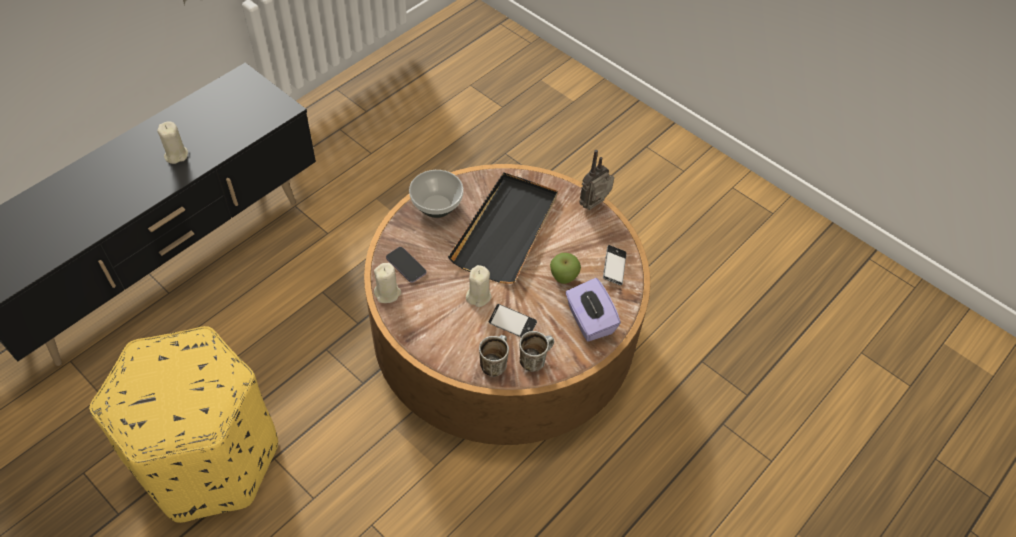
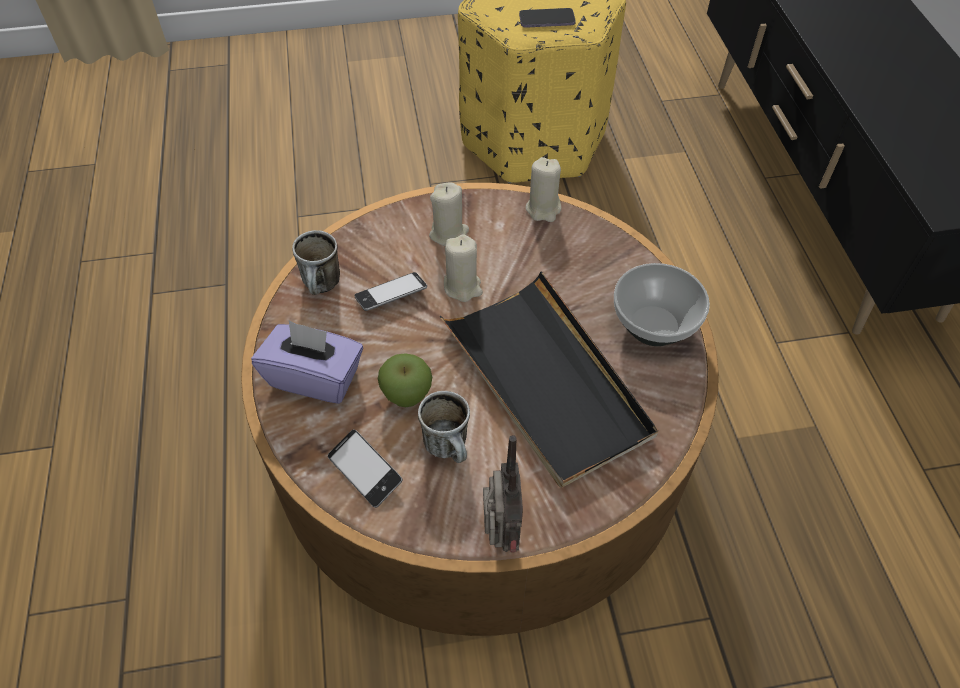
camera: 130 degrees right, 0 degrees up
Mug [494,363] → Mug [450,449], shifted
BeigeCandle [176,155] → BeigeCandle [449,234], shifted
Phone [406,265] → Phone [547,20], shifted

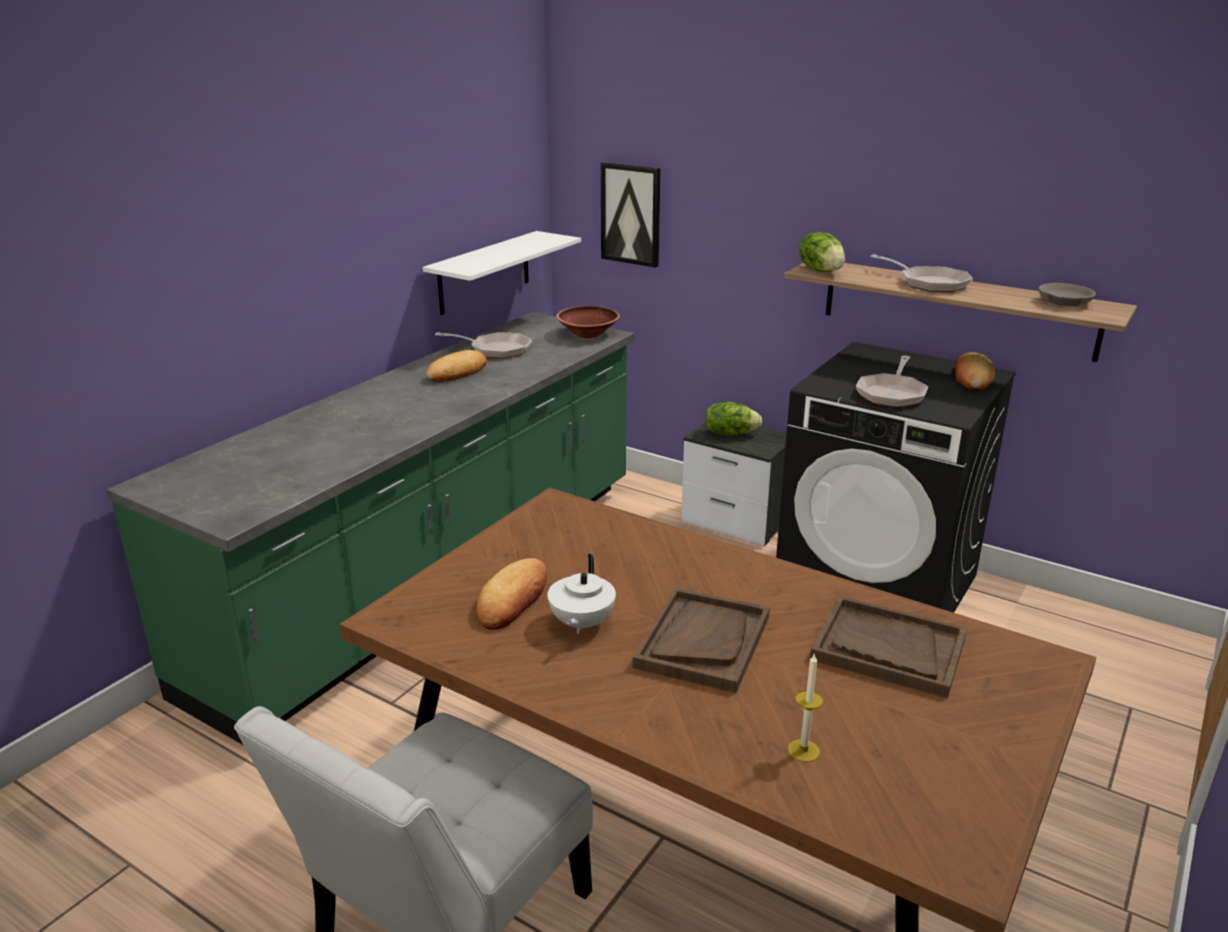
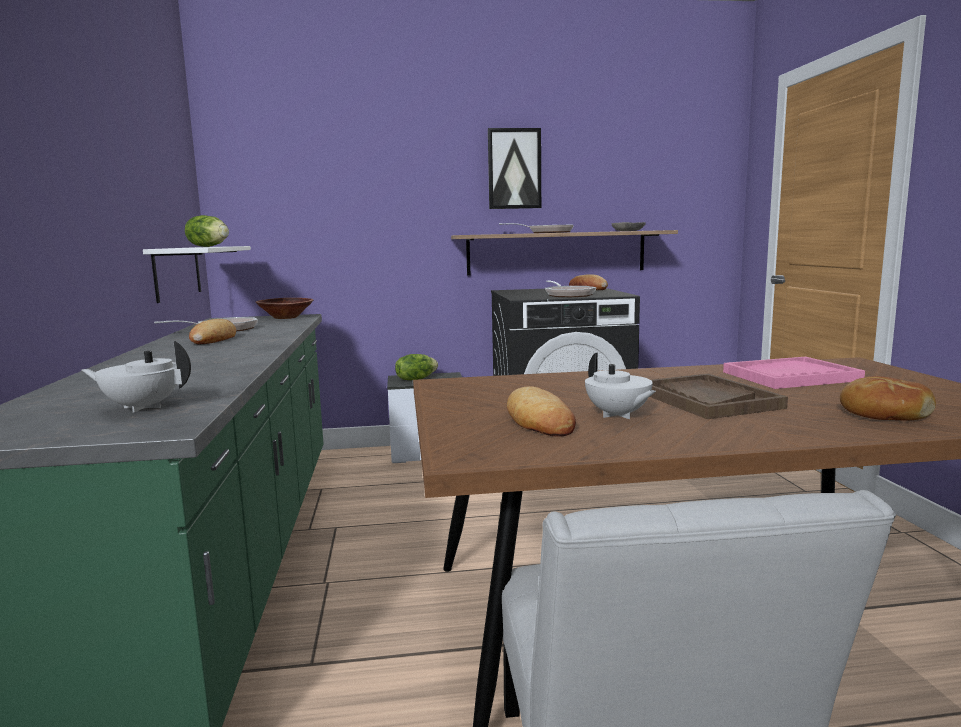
camera: 40 degrees left, 15 degrees down
- → WhiteTeapot [142,407]
Lettuce [821,270] → Lettuce [209,246], shifted
Picture [631,214] → Picture [514,169], shifted
BrownTray [888,649] → PinkTray [790,376]
Candle [803,750] → Bread [884,413]

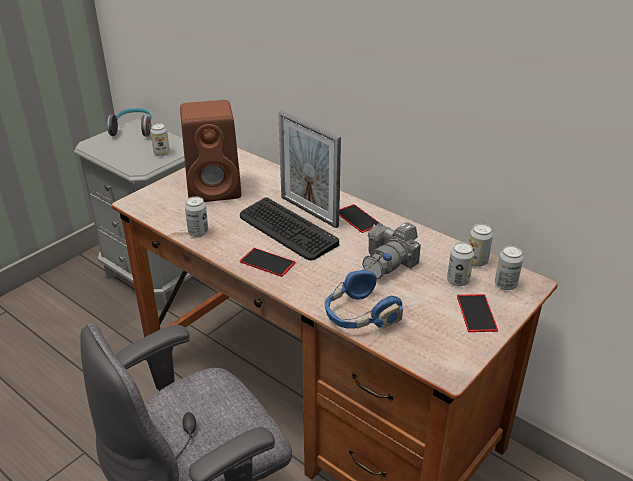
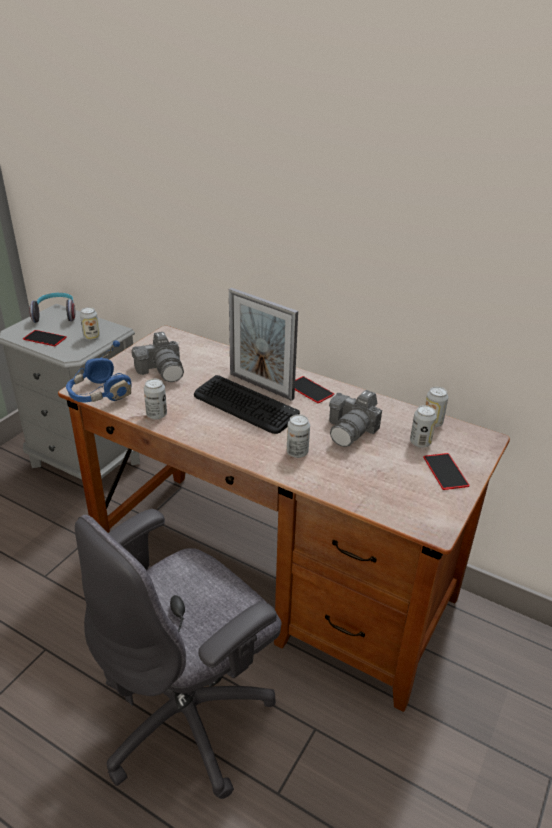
camera: 10 degrees left, 0 degrees up
Phone [267,262] → Phone [45,338], shifted
BlueHeadphones [360,315] → BlueHeadphones [99,394], shifted
BrownSpeaker [216,189] → PhotoCamera [162,370]
Can [505,285] → Can [297,452], shifted

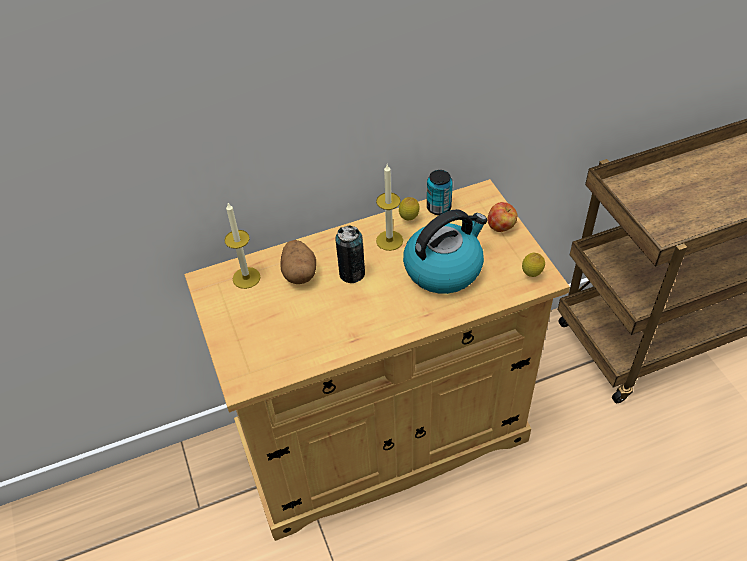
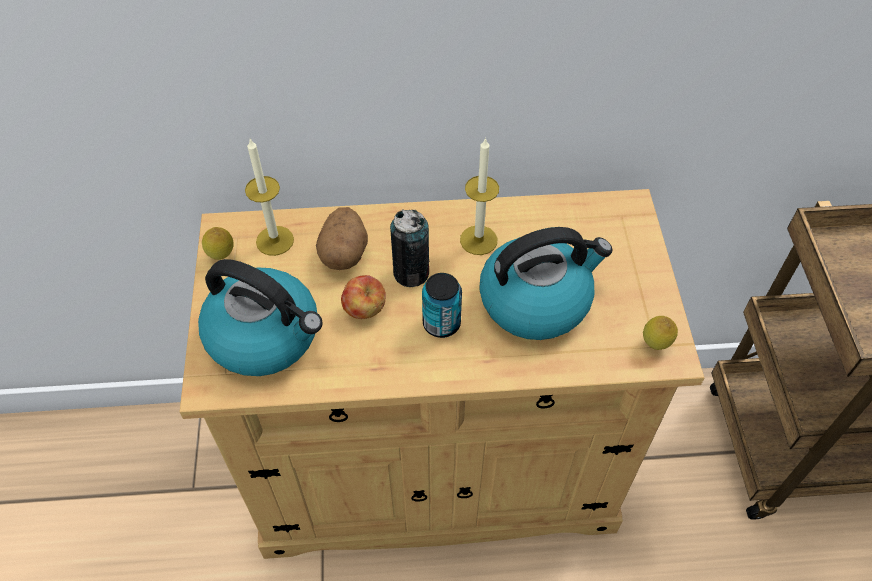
camera: 15 degrees right, 5 degrees up
- → Kettle [266,336]
Lemon [409,219] → Lemon [222,256], shifted
Apple [501,227] → Apple [364,310], shifted
Can [438,208] → Can [441,323], shifted

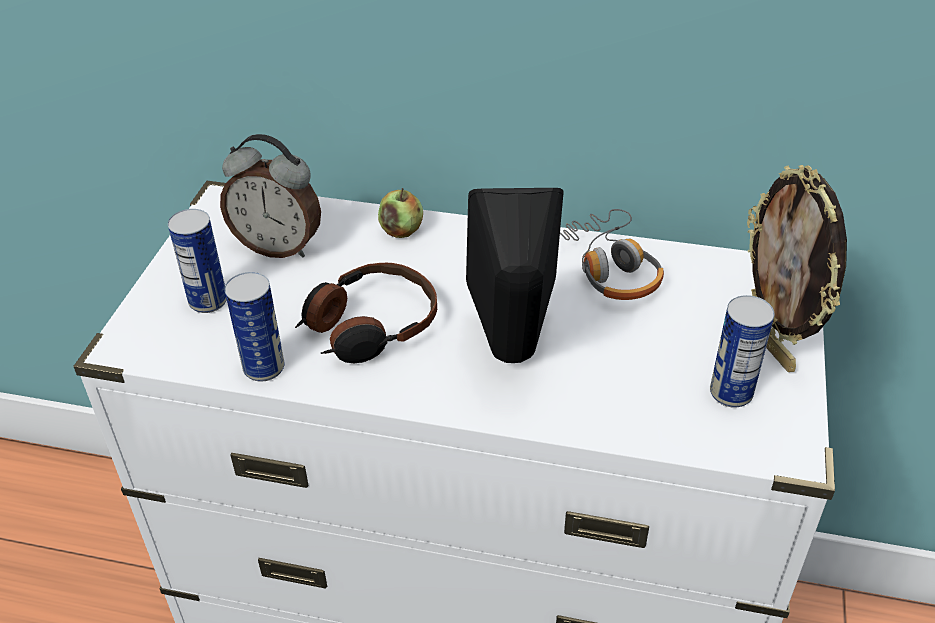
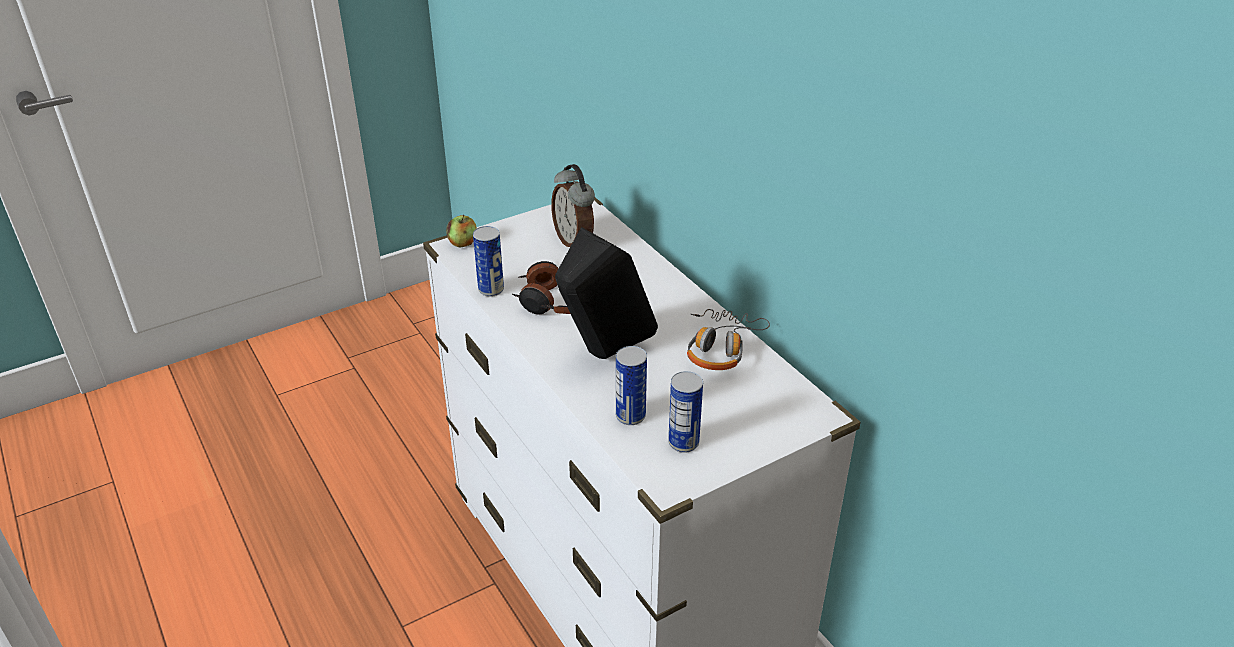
camera: 45 degrees right, 5 degrees down
Apple [401,230] → Apple [463,243], shifted
Can [208,301] → Can [630,416], shifted
PictureFrame [772,346] → -

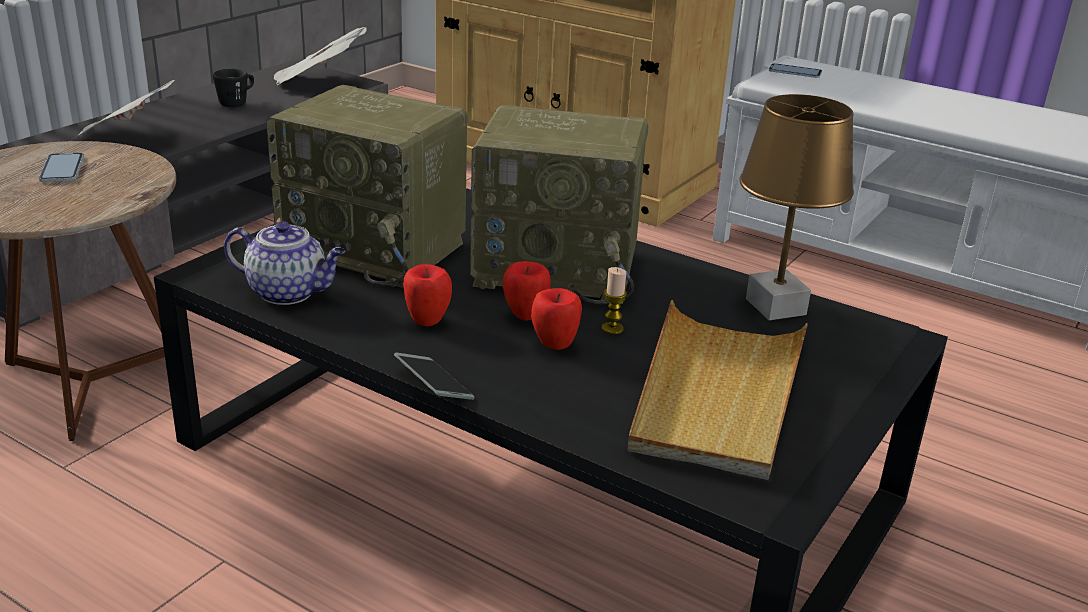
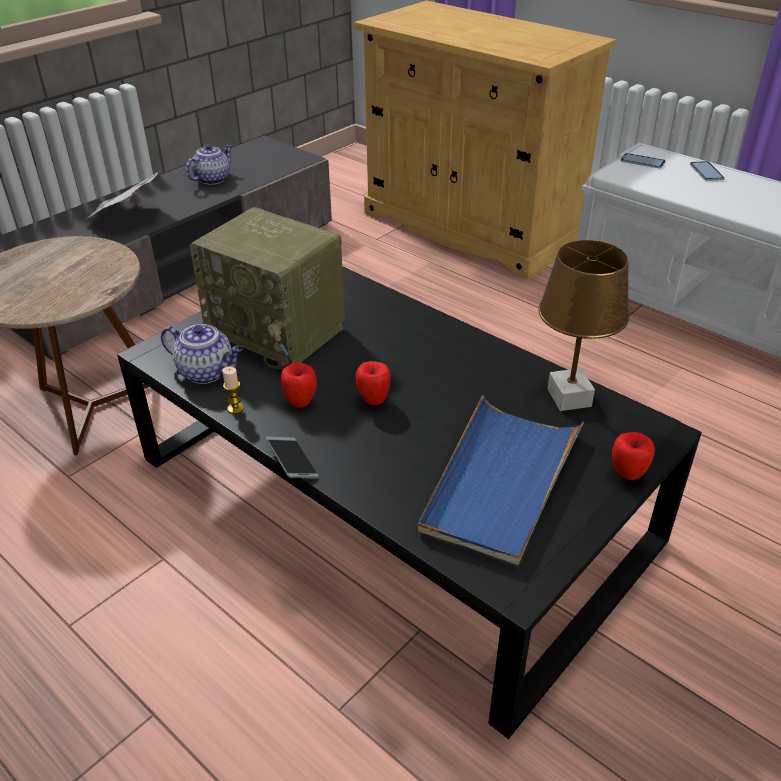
camera: 10 degrees right, 10 degrees up
BlackMug [237,103] → Teapot [213,179]
Candle [612,328] → Candle [235,408], shifted
BeigeTray [717,394] → BlueTray [500,481]
Apple [555,345] → Apple [627,474], shifted
Phone [62,169] → Phone [706,172], shifted
Newspaper [318,82] → -
Radio [560,268] → -

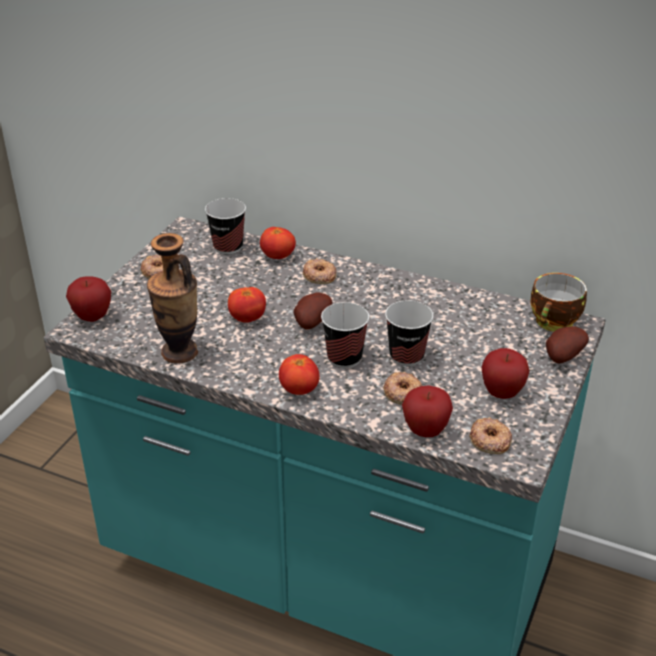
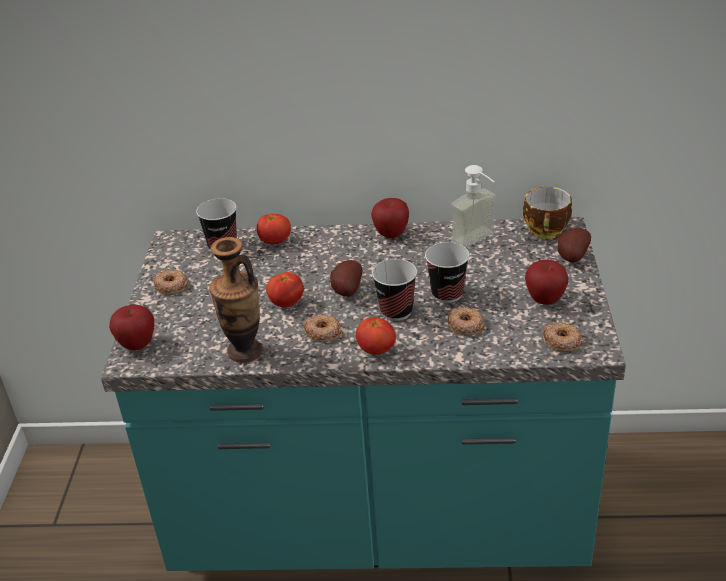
camera: 20 degrees left, 0 degrees up
Donut [319,275] → Donut [322,332], shifted
Apple [425,431] → Apple [391,234], shifted
- → SoapDispenser [479,242]

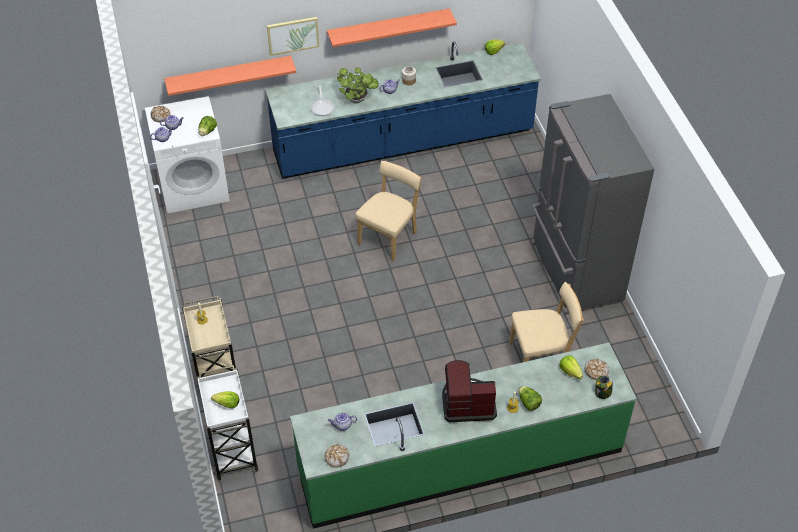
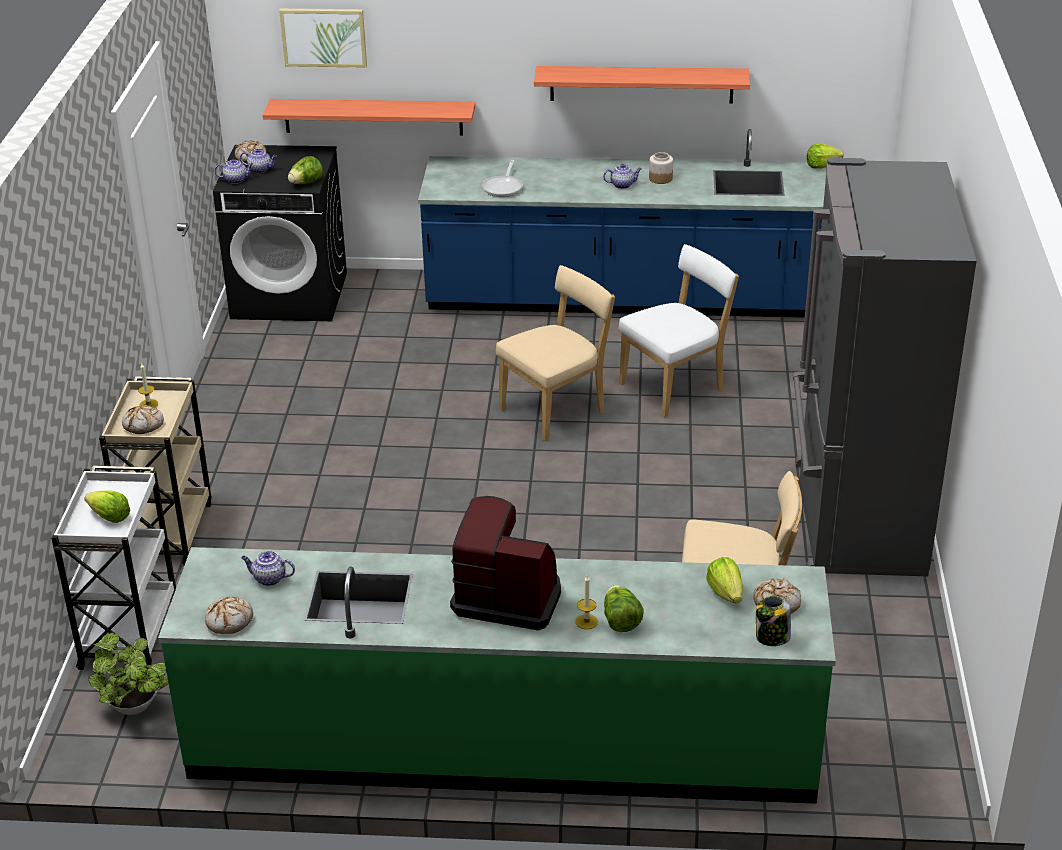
camera: 20 degrees right, 15 degrees down
PottedPlant [358,100] → PottedPlant [136,708], shifted
- → Bread [143,425]
WhiteWashingMachine [194,186] → BlackWashingMachine [290,295]
Picture [293,35] → Picture [324,37], shifted
- → WhiteChair [676,386]

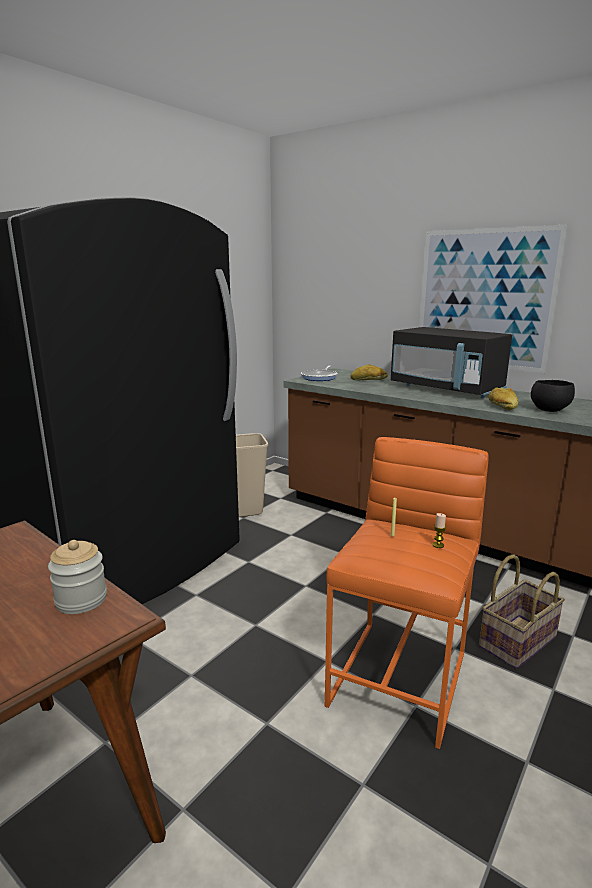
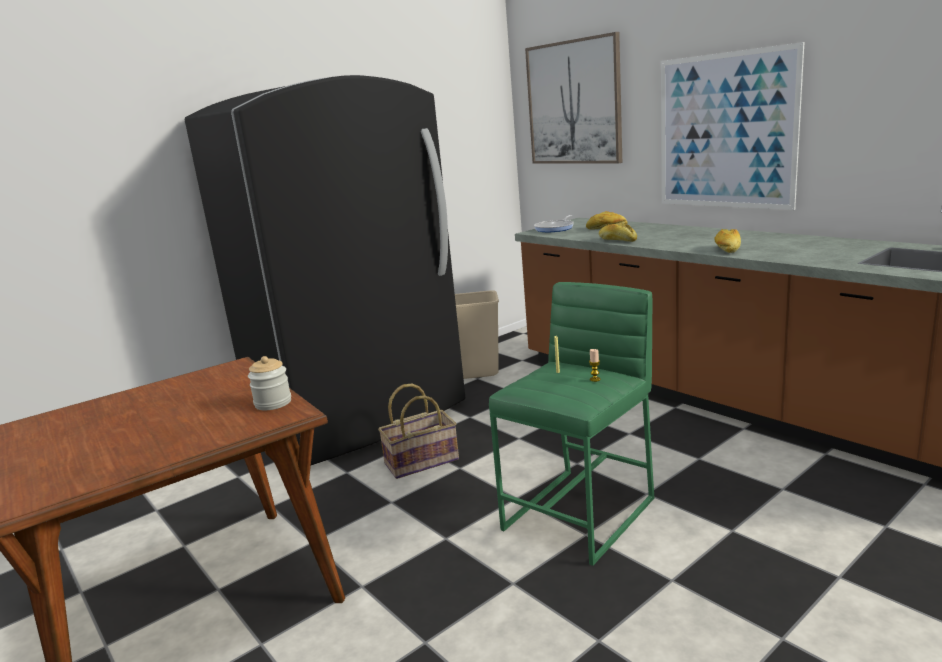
camera: 15 degrees right, 0 degrees up
Basket [516,641] → Basket [421,461], shifted
OrangeStool [400,678] → GreenStool [581,513]
- → Picture [574,103]
- → Bread [617,240]
BlackMicrowave [446,389] → -
BlackBowl [548,410] → -

